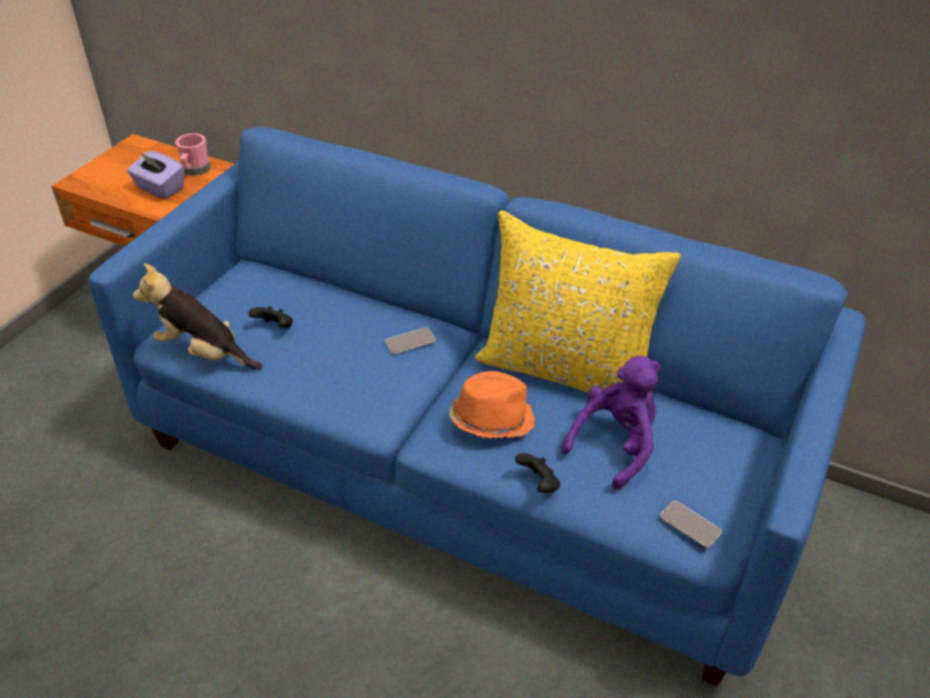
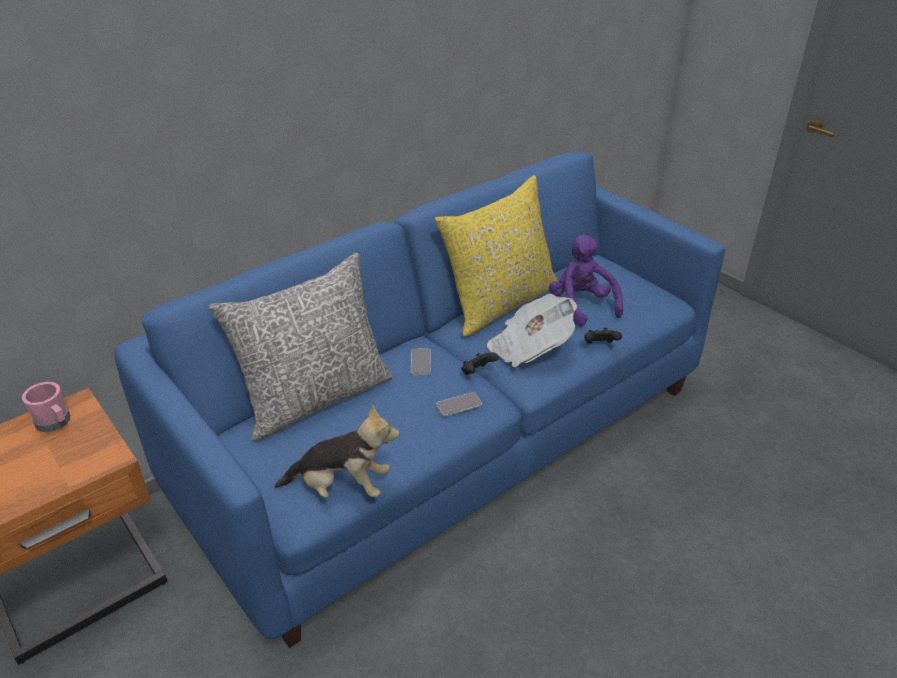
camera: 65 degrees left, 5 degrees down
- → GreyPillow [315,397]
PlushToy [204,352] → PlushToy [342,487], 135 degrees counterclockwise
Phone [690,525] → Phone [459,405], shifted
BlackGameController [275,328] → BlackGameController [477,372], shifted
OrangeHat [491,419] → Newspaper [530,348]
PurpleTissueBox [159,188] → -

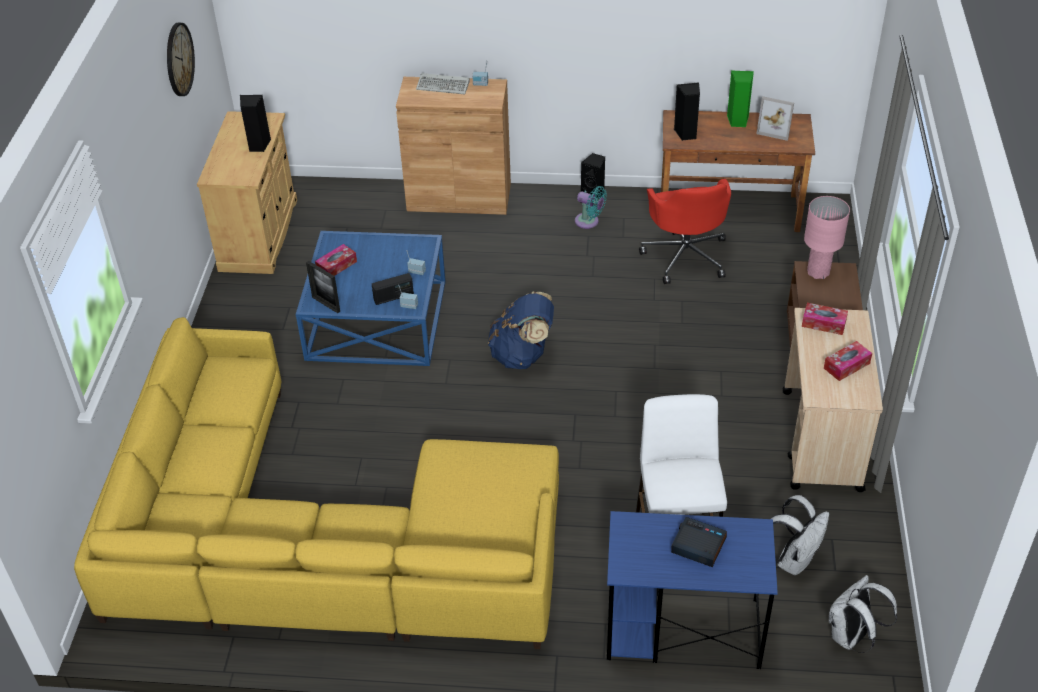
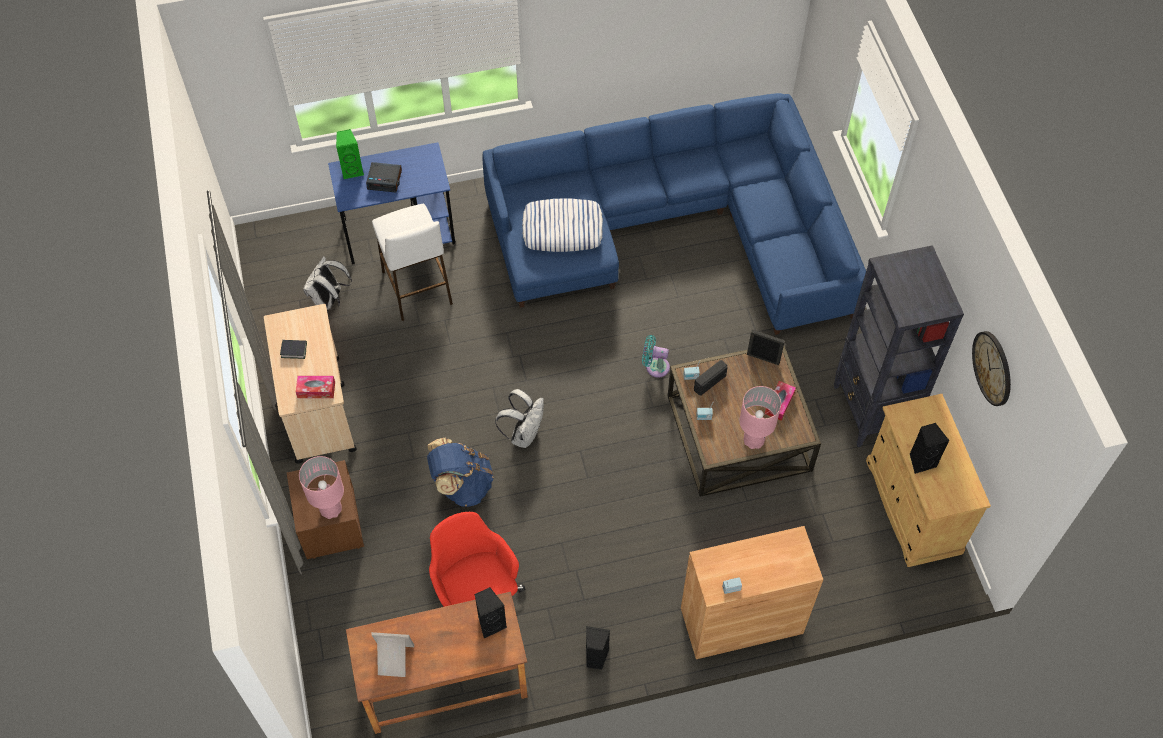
camera: 160 degrees right, 15 degrees up
TissueBox [846,366] → Book [294,350]
GreenSpeaker [737,121] → GreenSpeaker [352,170], shifted
BlueBackpack [523,355] → BlueBackpack [462,485], shifted
YellowSofa [316,540] → BlueSofa [674,227]
WhiteBackpack [851,637] → WhiteBackpack [524,434], shifted
- → Pillow [562,229]
TurquoiseFan [589,222] → TurquoiseFan [655,366], shifted
BlueCoffeeTable [376,320] → BrownCoffeeTable [738,432]
- → PinkTableLamp [754,440]
- → BlackBookcase [872,411]
Keyboard [444,86] → -

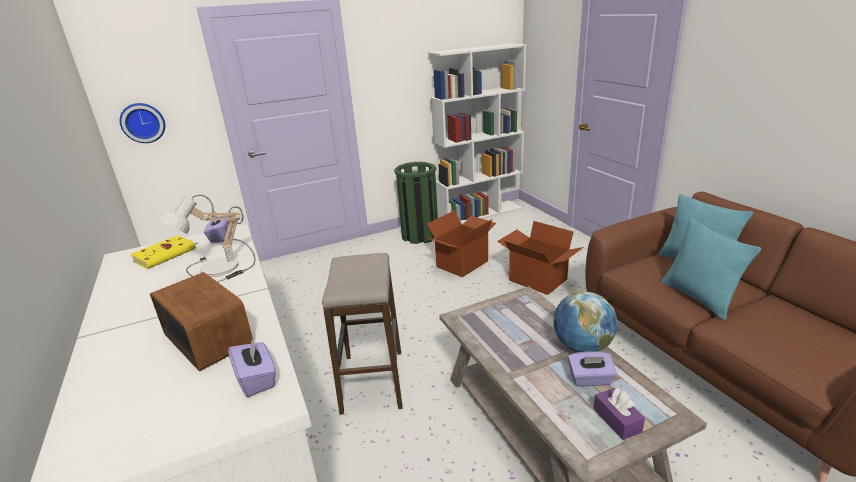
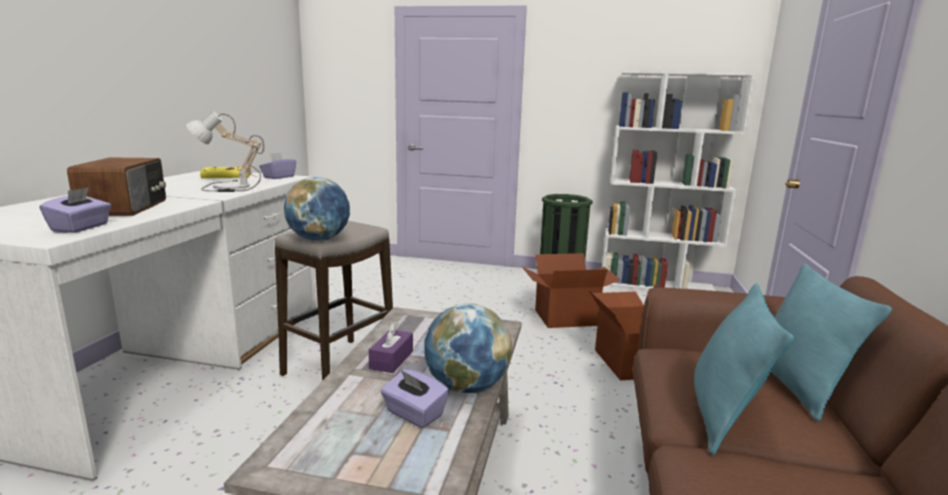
camera: 35 degrees right, 10 degrees down
- → Globe [319,239]
PurpleTissueBox [617,420] → PurpleTissueBox [391,360], shifted
WallClock [143,122] → -

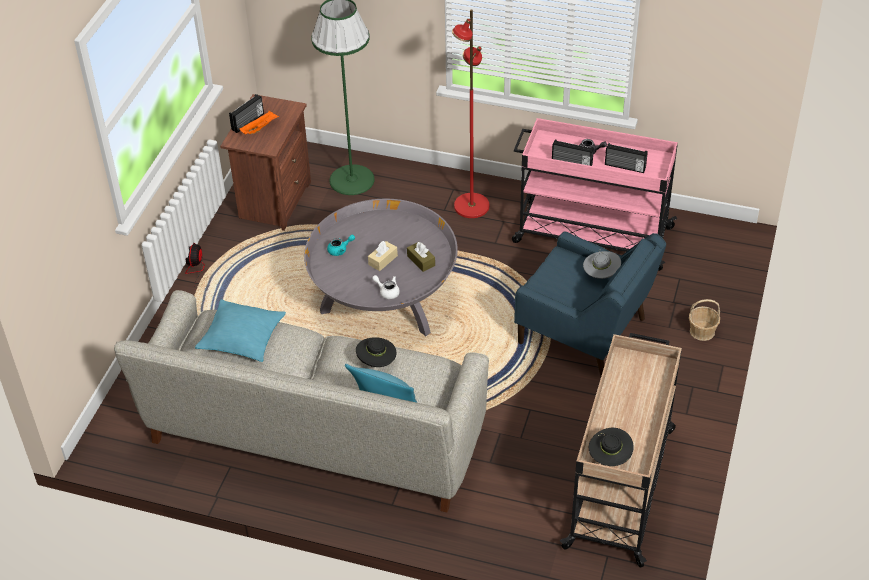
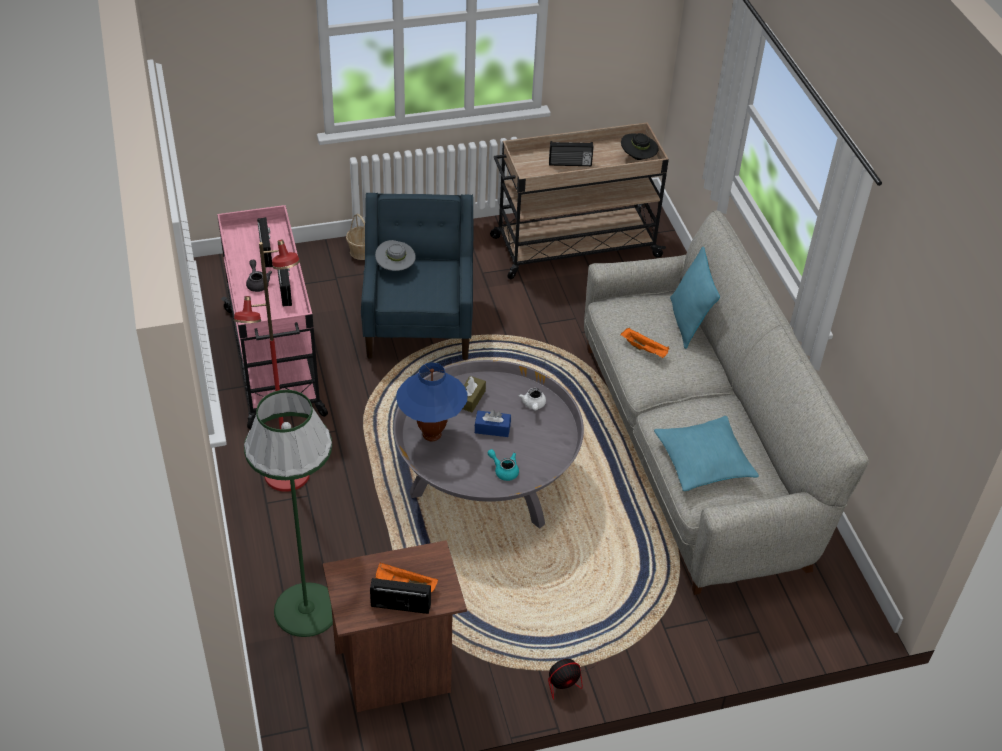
camera: 125 degrees left, 0 degrees up
- → BlueTableLamp [431,435]
BeigeTissueBox [383,260] → BlueTissueBox [492,428]
- → Radio [570,164]
BlackHat [377,362] → OrangeTray [644,349]

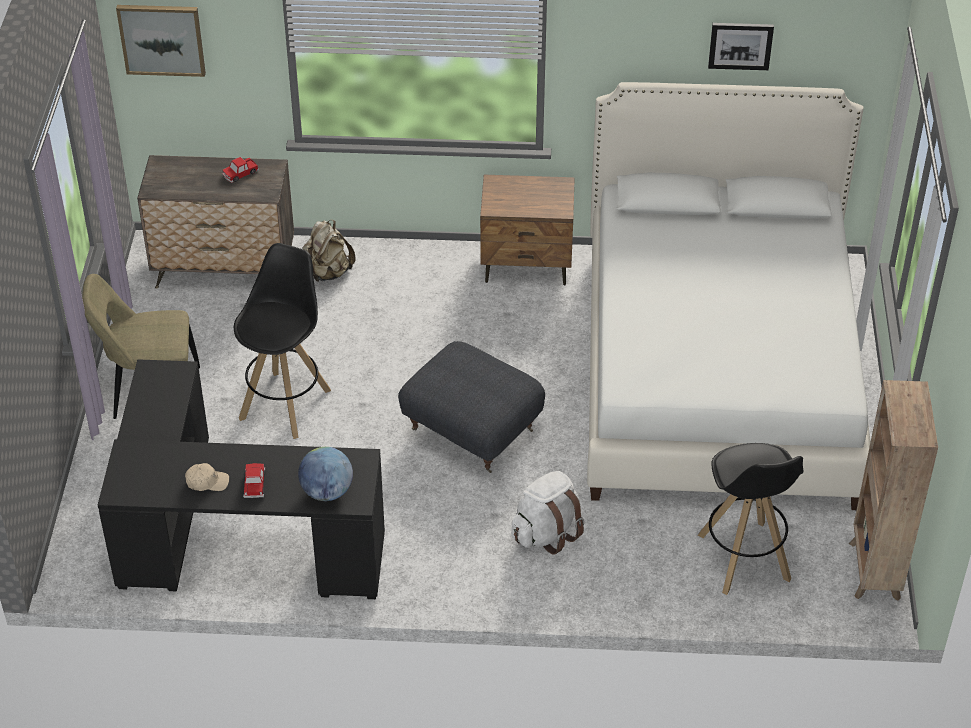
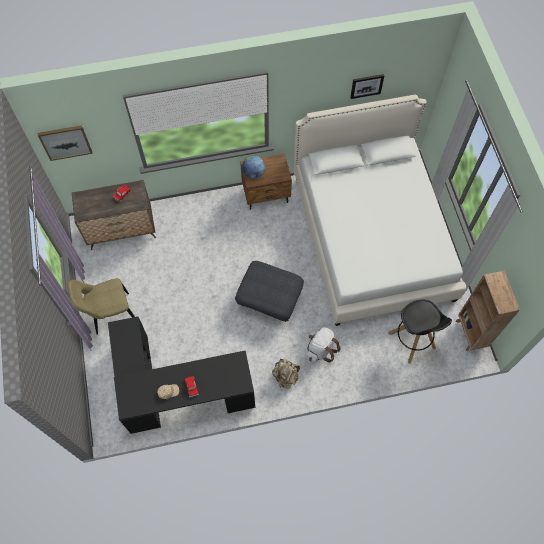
camera: 15 degrees left, 20 degrees up
Globe [327,491] → Globe [253,173], shifted
BeigeBackpack [328,272] → BeigeBackpack [285,376], shifted
BlackStool [286,403] → -

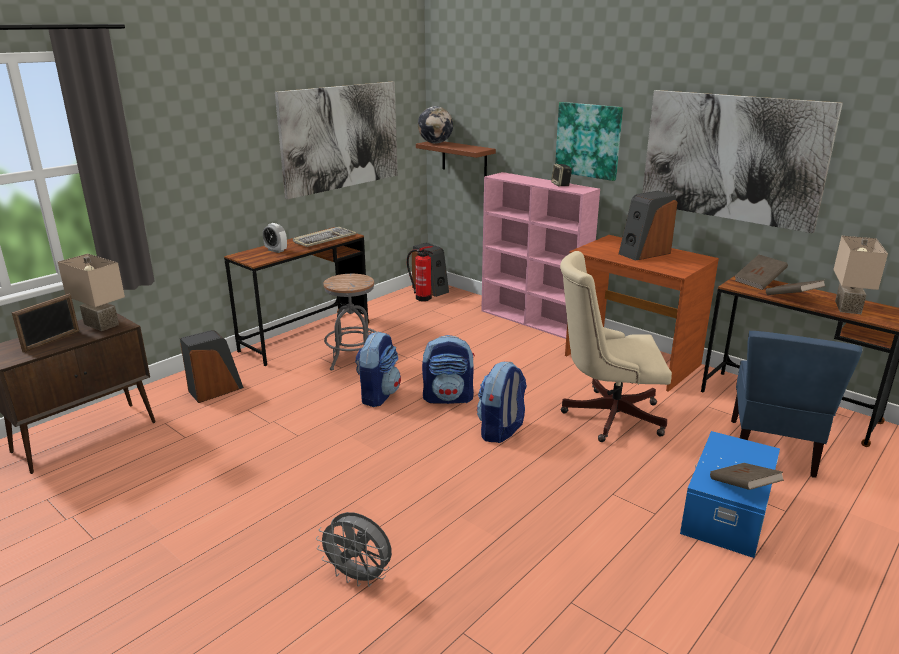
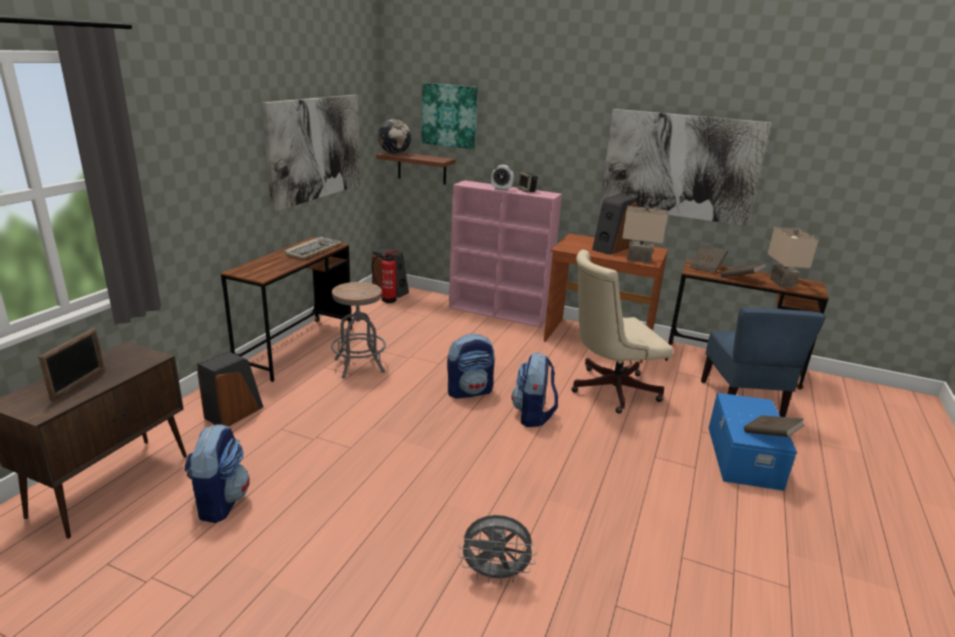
camera: 20 degrees left, 0 degrees up
Backpack [378,395] → Backpack [220,502], shifted
Picture [588,140] → Picture [449,115], shifted
AlarmClock [276,250] → AlarmClock [501,189], shifted
BeigeTableLamp [103,324] → BeigeTableLamp [639,259], shifted

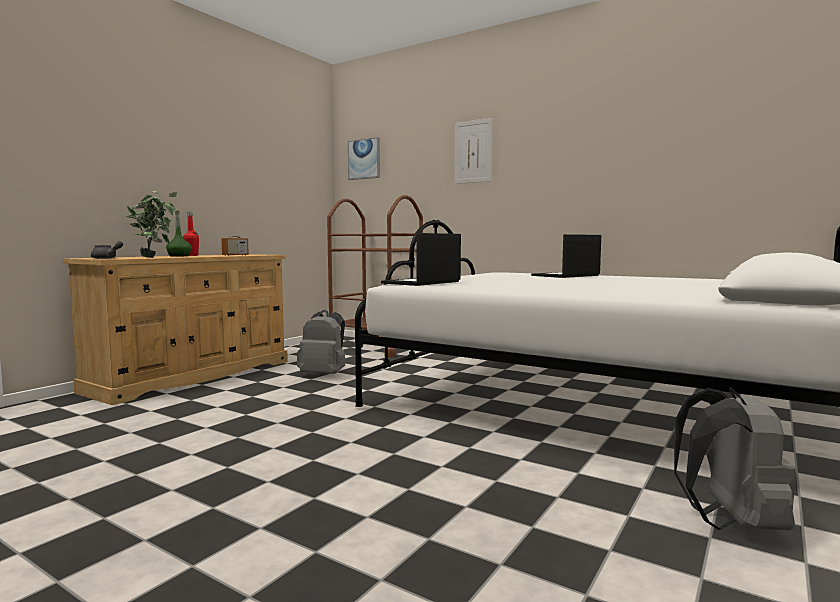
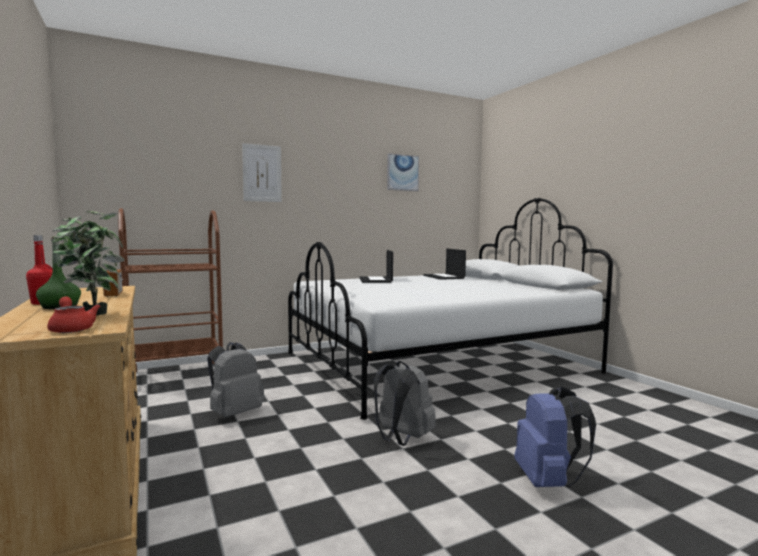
camera: 60 degrees left, 0 degrees up
GreyTeapot [107,258] → RedTeapot [71,329]
GreyBackpack [731,522] → GreyBackpack [402,439], shifted
Picture [364,159] → Picture [402,172], shifted
Laptop [421,282] → Laptop [444,277], shifted
- → BlueBackpack [548,481]

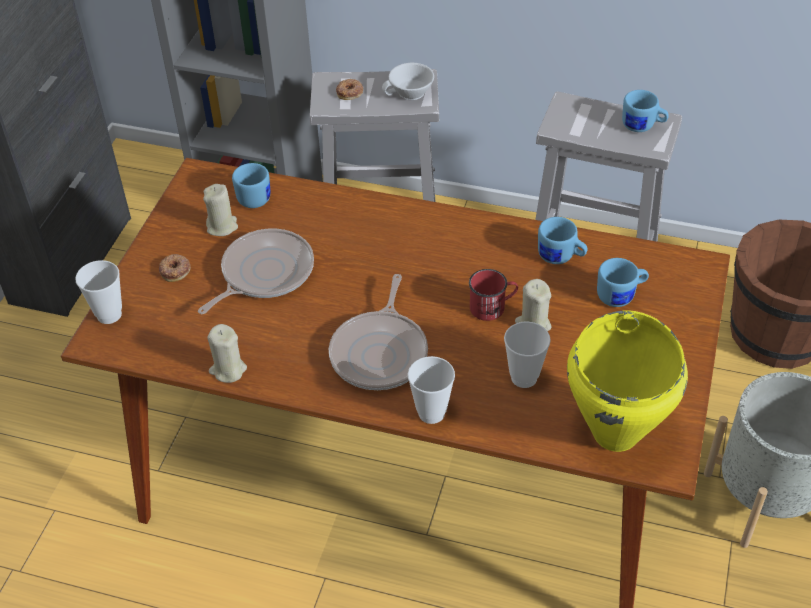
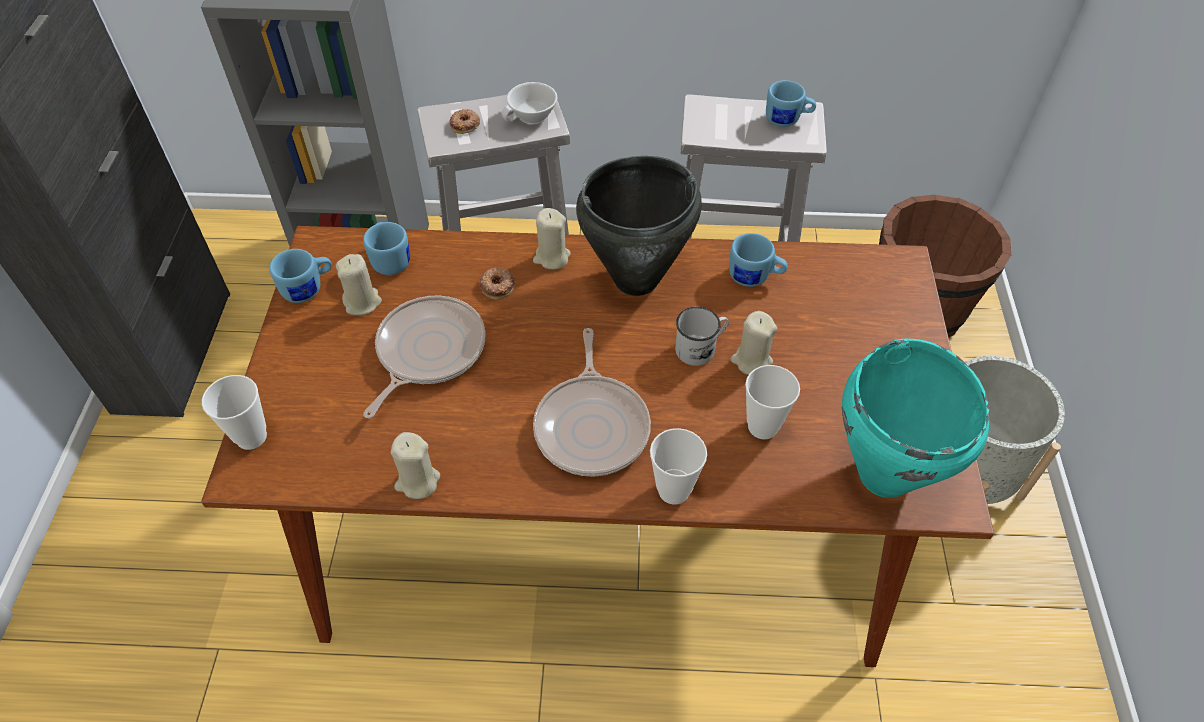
camera: 15 degrees left, 5 degrees up
BlueMug [621,295] → BlueMug [309,289], shifted
Donut [175,270] → Donut [497,286], shifted
- → BeigeCandle [551,257]
- → BlackCookingPot [637,280]
RedMug [492,307] → WhiteMug [700,348]
YellowCookingPot [616,433] → TurquoiseCookingPot [885,474]

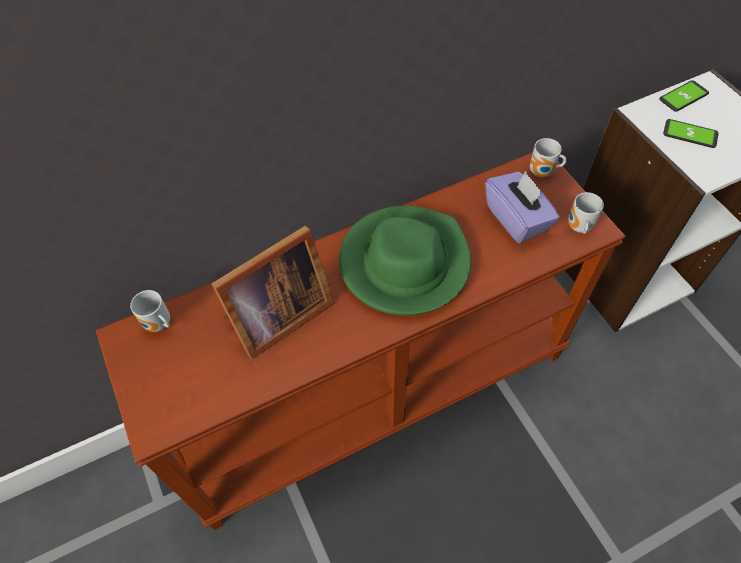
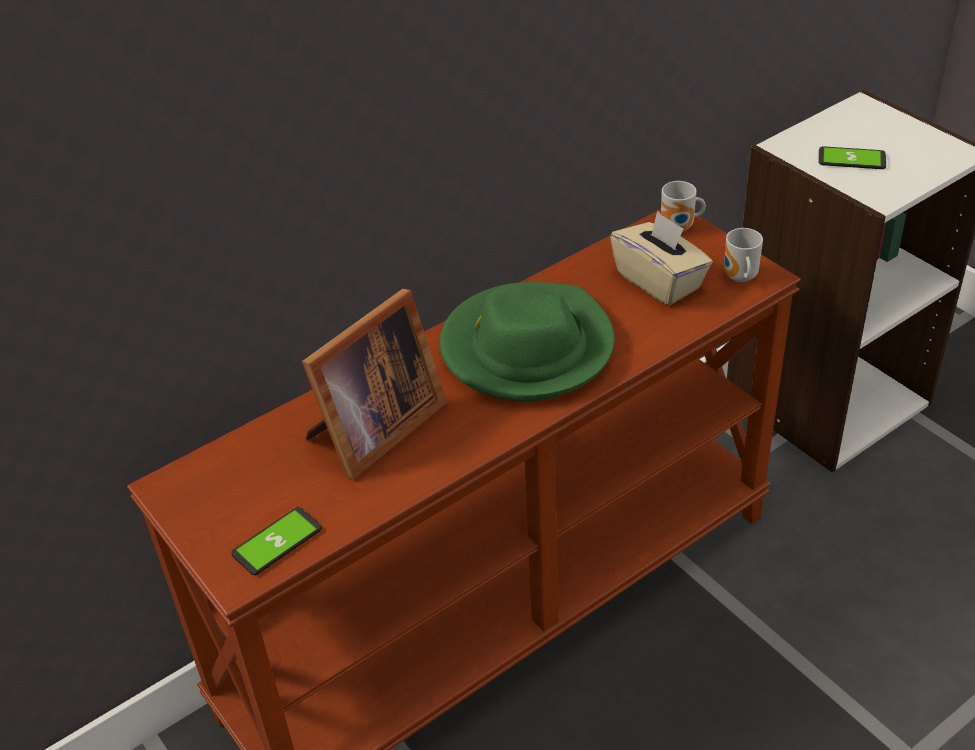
camera: 10 degrees left, 15 degrees down
Phone [683,97] → Phone [277,542], shifted
PurpleTissueBox [517,219] → BeigeTissueBox [659,281]
Mug [158,325] → -

